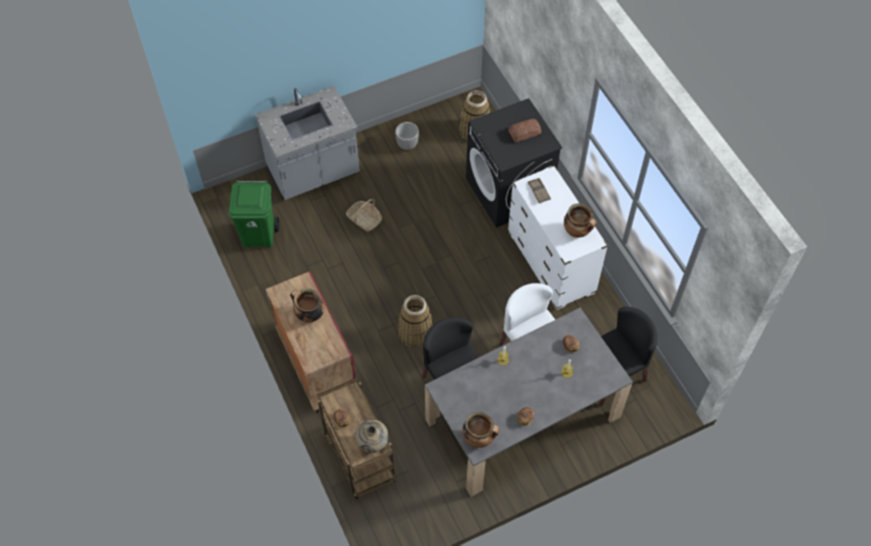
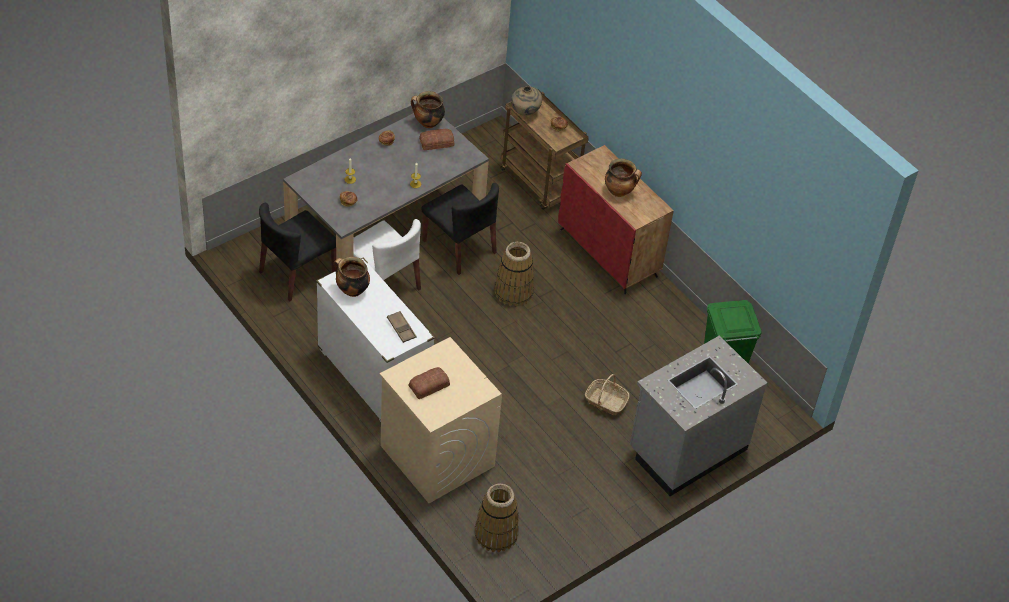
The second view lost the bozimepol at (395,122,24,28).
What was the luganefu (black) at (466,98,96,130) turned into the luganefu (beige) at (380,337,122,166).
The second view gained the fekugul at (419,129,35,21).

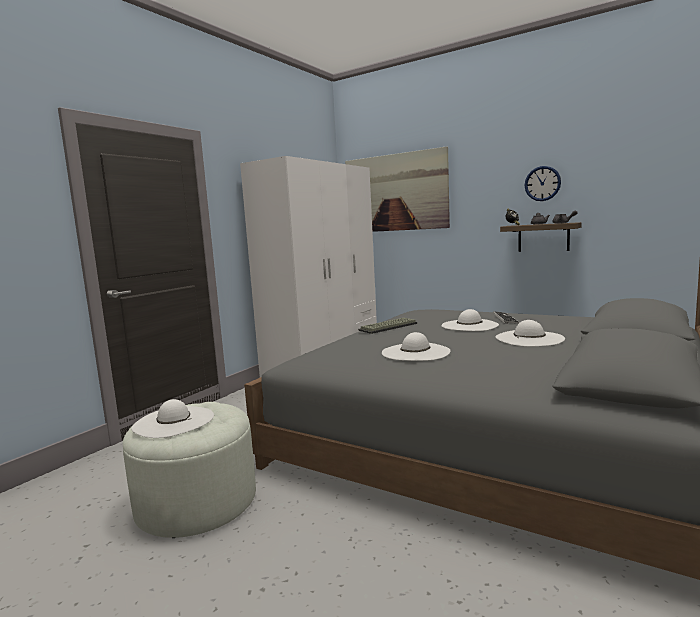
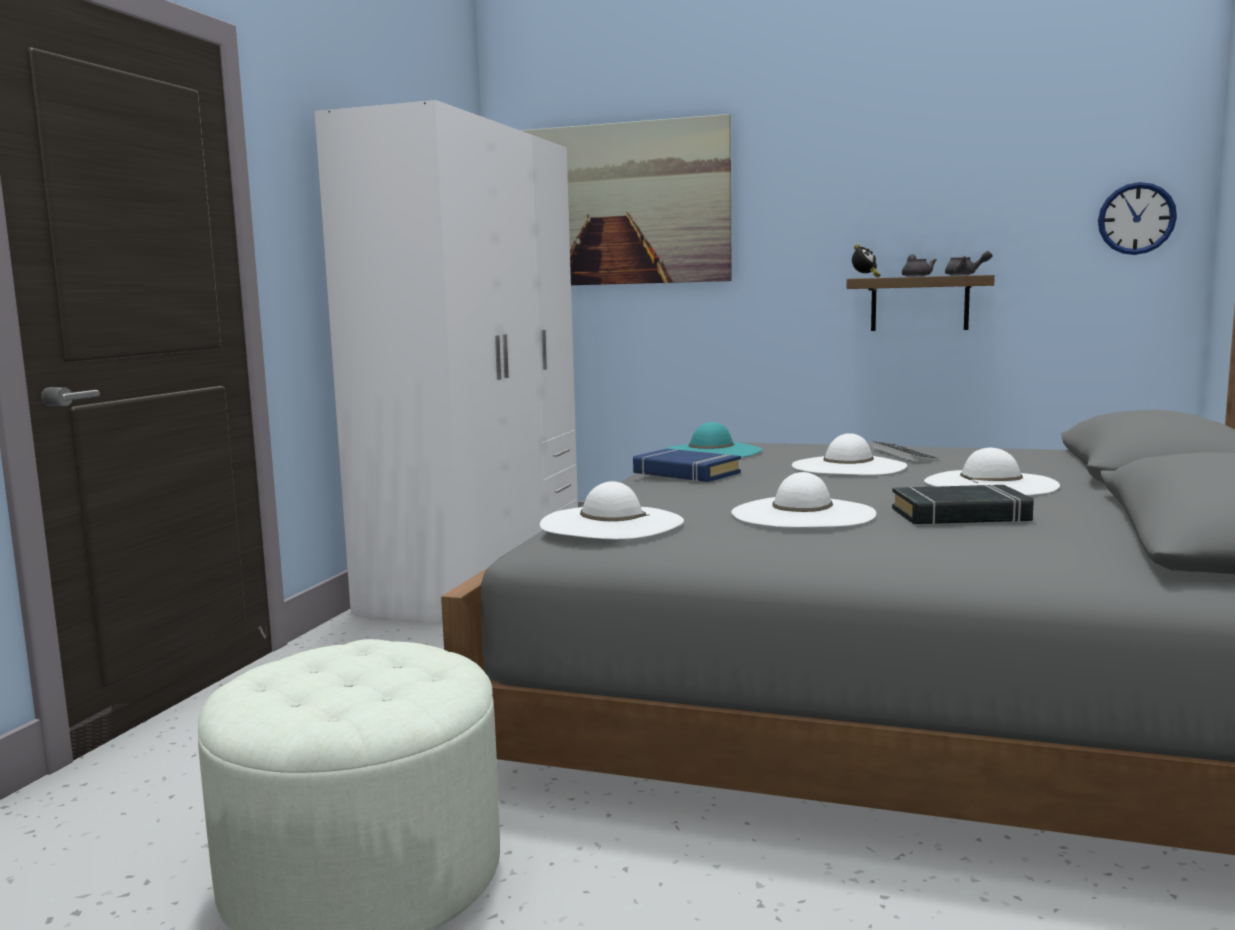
The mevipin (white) ended up elsewhere, having gone from (131,399,83,39) to (540,481,144,58).
Where the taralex stood at (358,318,59,16), the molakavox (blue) came to stand at (633,449,108,33).
The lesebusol ended up elsewhere, having gone from (524,166,37,35) to (1098,182,79,73).
The second view gained the mevipin (turquoise) at (664,422,99,35).
The second view gained the molakavox (black) at (892,485,142,40).

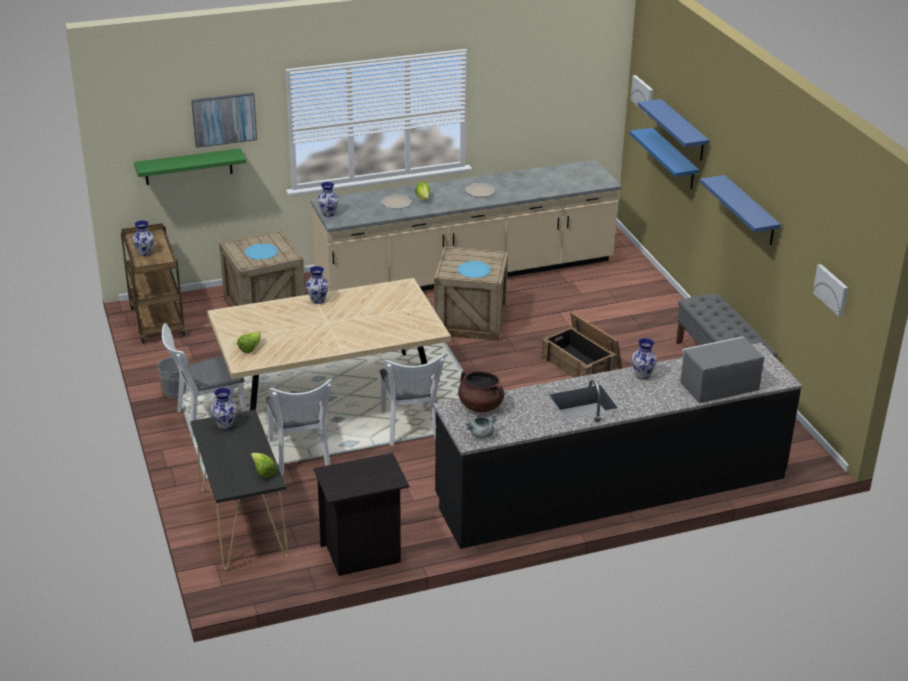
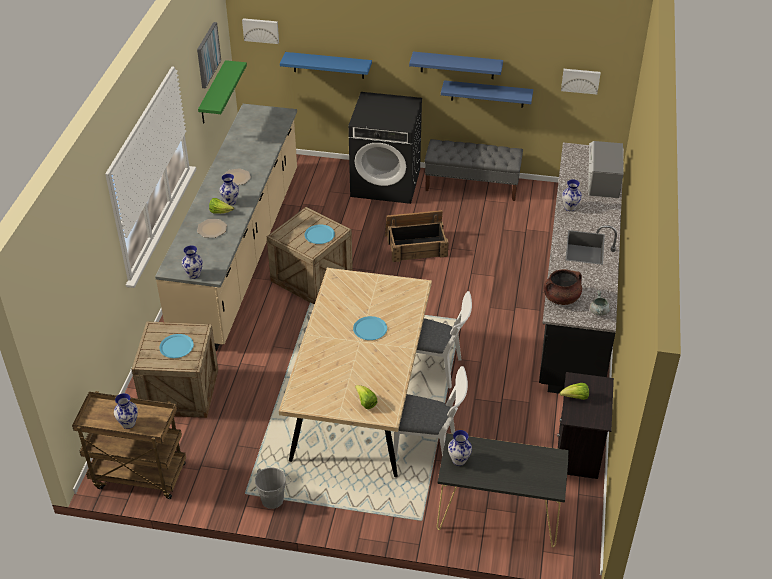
The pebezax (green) ended up elsewhere, having gone from (134,149,112,36) to (198,60,49,64).
The second view lost the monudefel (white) at (162,323,85,113).
The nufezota ended up elsewhere, having gone from (191,92,66,56) to (197,22,24,66).
The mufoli ended up elsewhere, having gone from (251,453,25,25) to (560,383,29,17).
The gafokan ended up elsewhere, having gone from (306,266,23,38) to (219,174,20,31).
The pebezax (blue) ended up elsewhere, having gone from (638,99,71,62) to (441,80,92,28).
The second view gained the luganefu (black) at (348,92,74,112).
The second view gained the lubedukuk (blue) at (353,316,34,24).

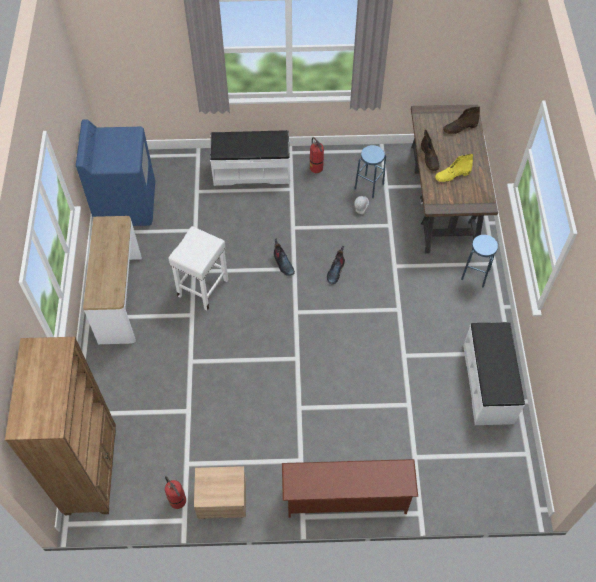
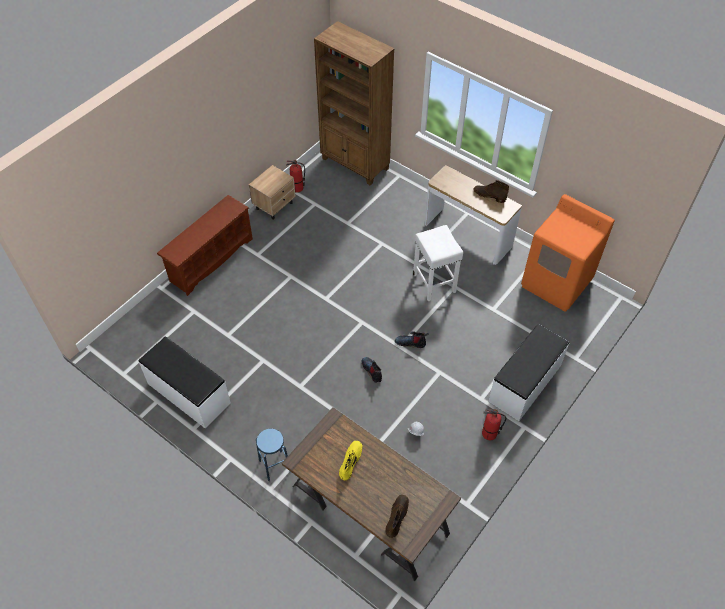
What was the luganefu (blue) at (76,119,79,107) turned into the luganefu (orange) at (521,194,94,118).
The second view lost the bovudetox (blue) at (355,145,31,53).
The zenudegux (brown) ended up elsewhere, having gone from (421,130,18,41) to (473,180,36,23).

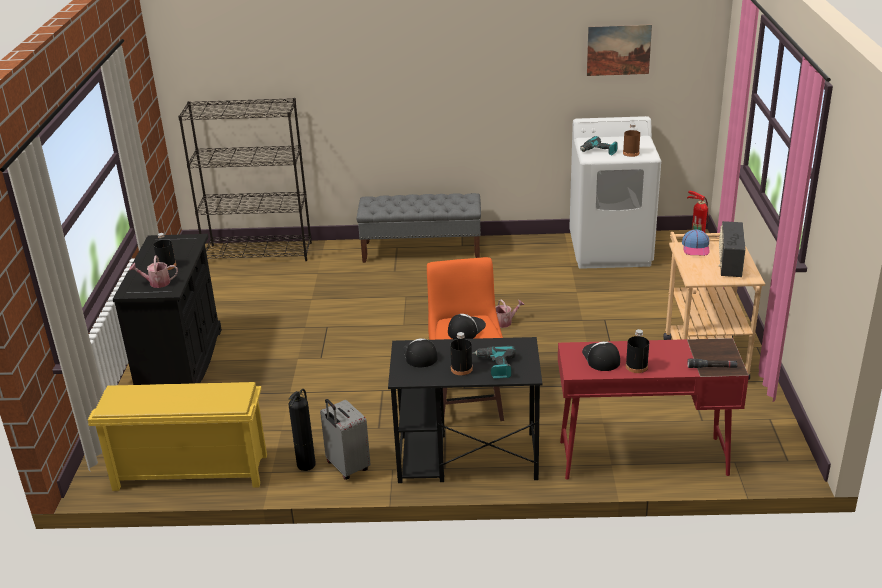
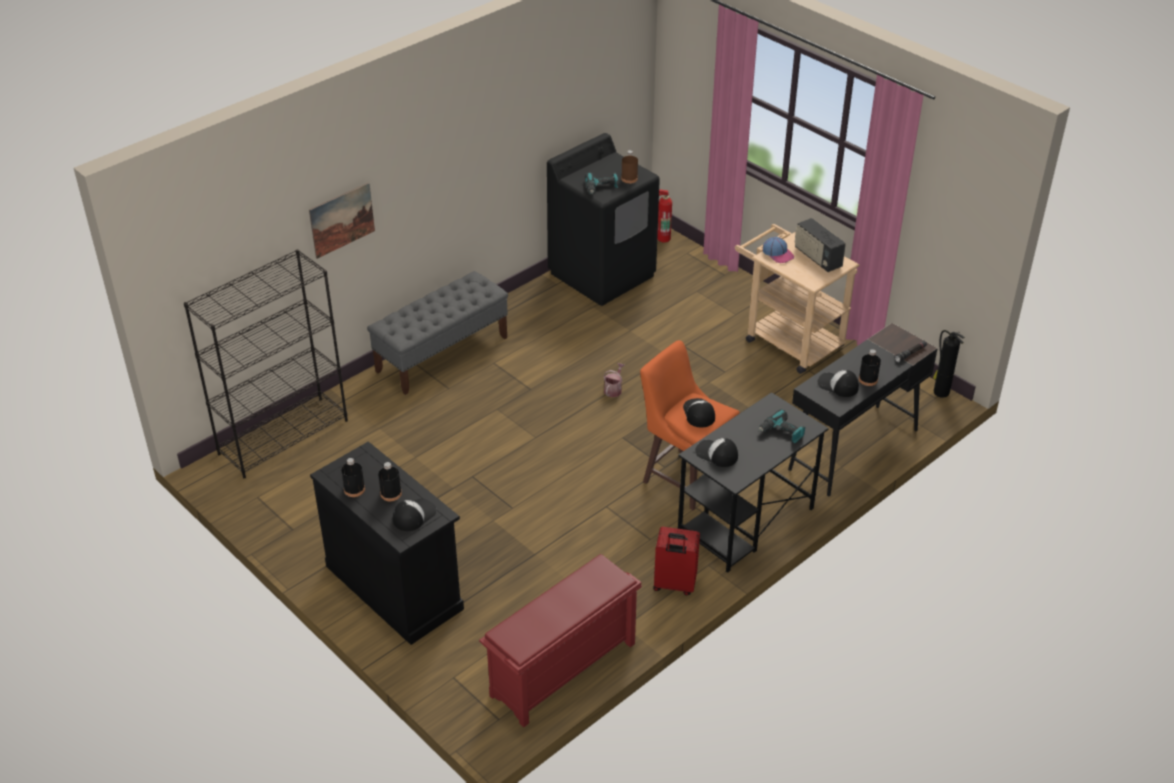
What was the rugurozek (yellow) at (88,382,179,109) turned into the rugurozek (red) at (479,554,163,173).
Where the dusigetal stood at (129,256,49,32), the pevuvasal came to stand at (393,499,43,32).
The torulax ended up elsewhere, having gone from (289,389,27,82) to (933,330,32,68).
What was the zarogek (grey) at (320,399,51,81) turned into the zarogek (red) at (653,527,47,68).
The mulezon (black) ended up elsewhere, having gone from (450,332,23,43) to (341,458,24,39).
What was the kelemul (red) at (558,338,191,142) turned into the kelemul (black) at (788,323,150,173).
What was the luganefu (white) at (569,116,92,153) turned into the luganefu (black) at (547,133,113,173).
The nufezota ended up elsewhere, having gone from (587,24,65,52) to (309,182,66,77).

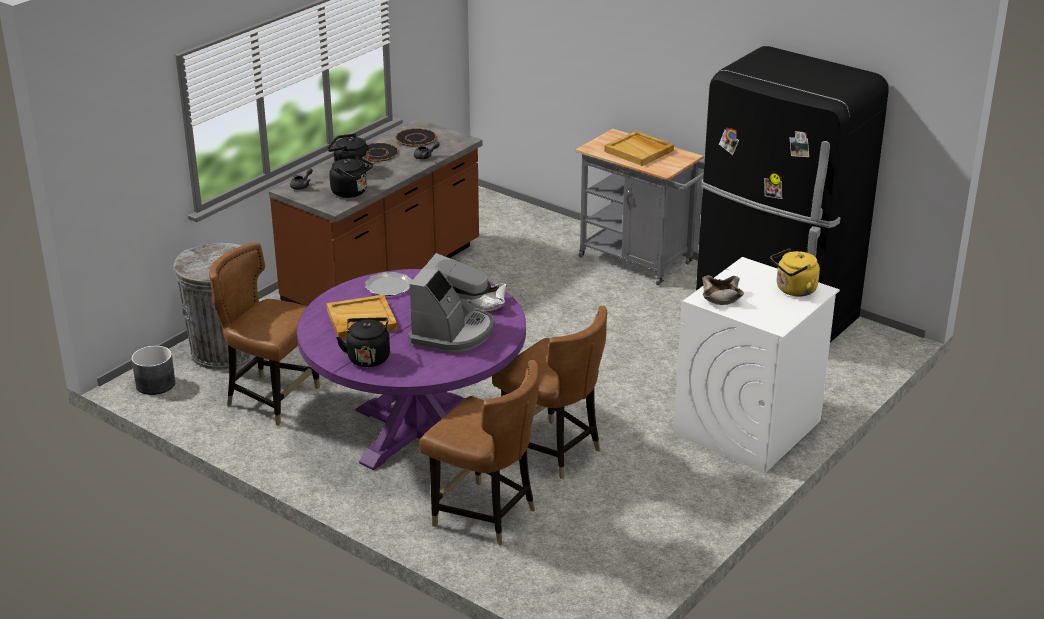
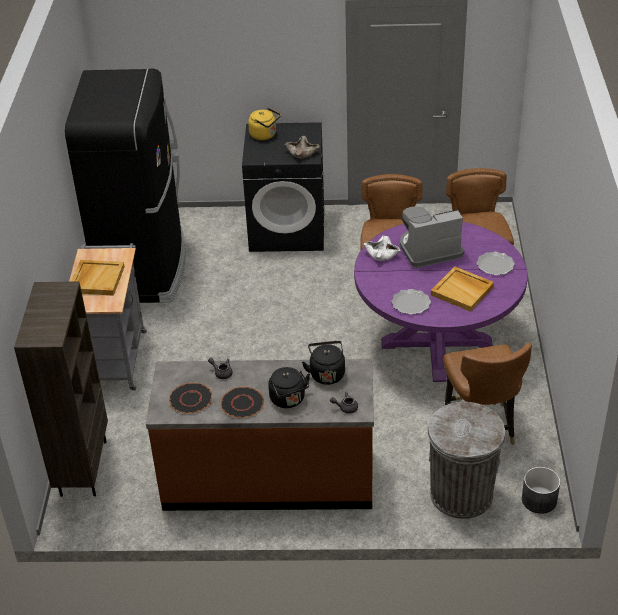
Where the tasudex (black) stood at (336,317,54,50), the lubedukuk came to stand at (476,252,39,23).
What was the luganefu (white) at (674,257,166,216) turned into the luganefu (black) at (242,122,82,130).
The second view gained the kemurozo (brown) at (14,281,94,216).

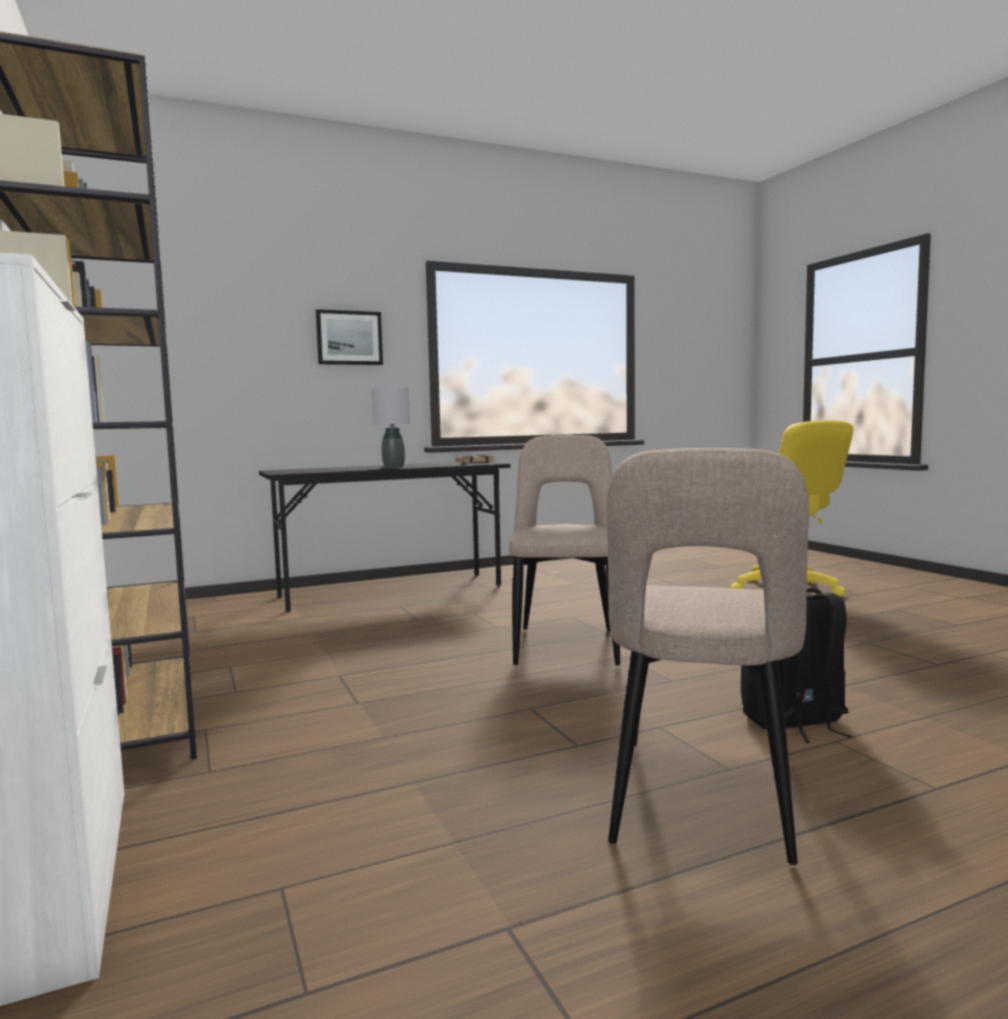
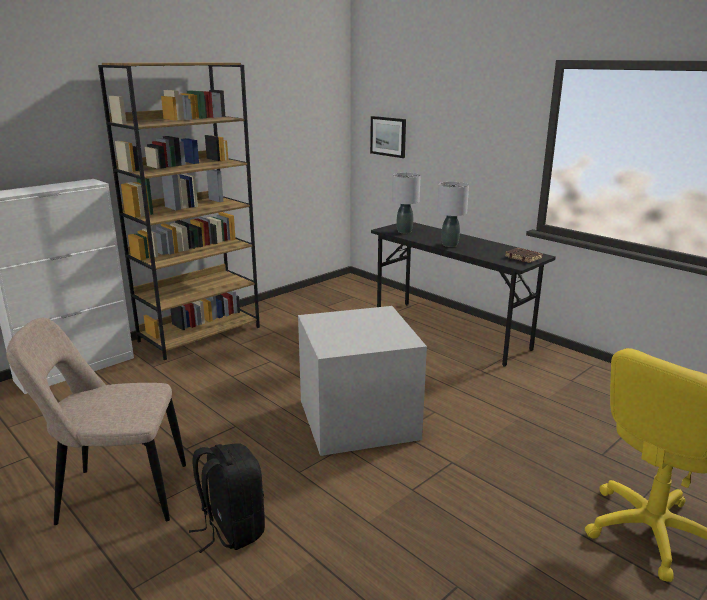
The nufezota ended up elsewhere, having gone from (316,309,67,56) to (370,116,36,42).
Where the monudefel (beige) stood at (509,435,111,230), the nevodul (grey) came to stand at (298,306,129,150).
The second view gained the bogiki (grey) at (392,173,29,60).

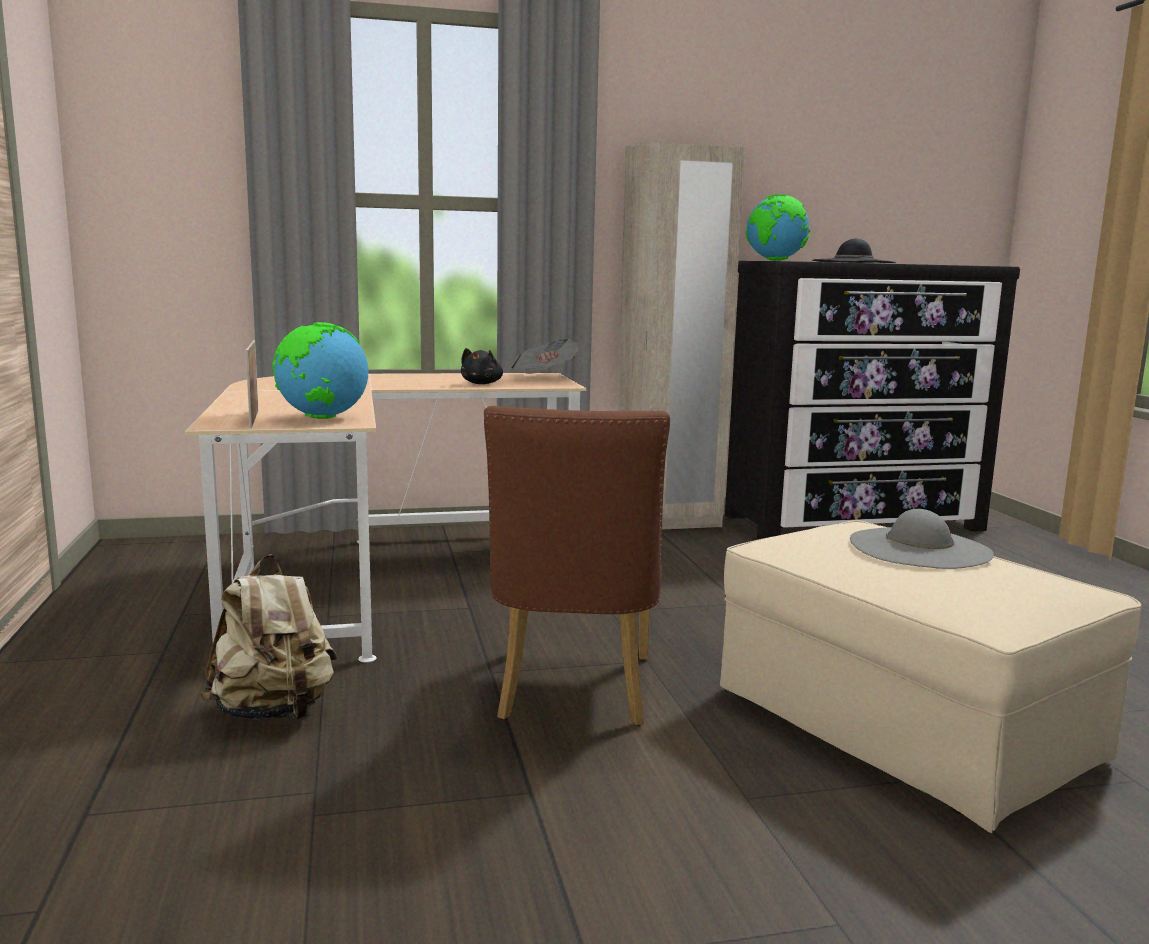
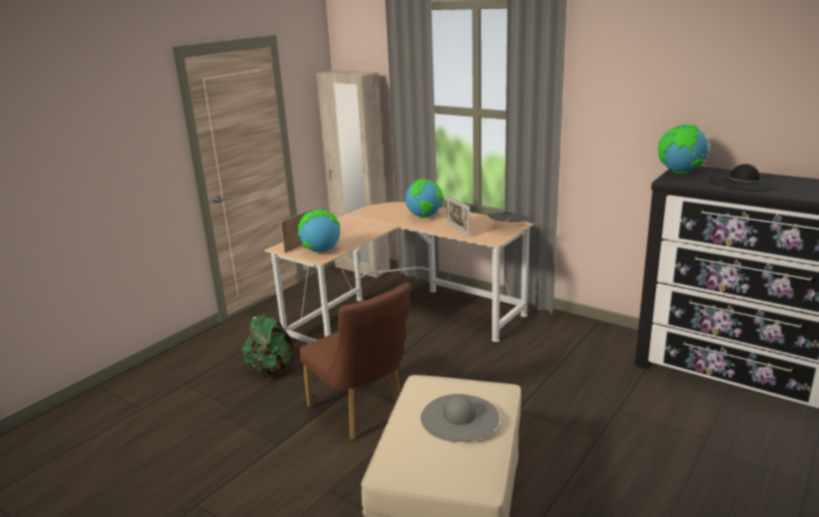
What was the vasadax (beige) at (200,554,137,166) turned into the vasadax (green) at (242,310,52,67).
Where the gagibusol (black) stood at (461,348,42,36), the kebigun came to stand at (447,195,23,42).
The monudefel (brown) at (484,406,186,320) ended up facing another way, 90 degrees counterclockwise from before.
The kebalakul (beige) ended up elsewhere, having gone from (617,142,128,387) to (316,70,74,208).
The second view gained the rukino at (405,179,38,39).

